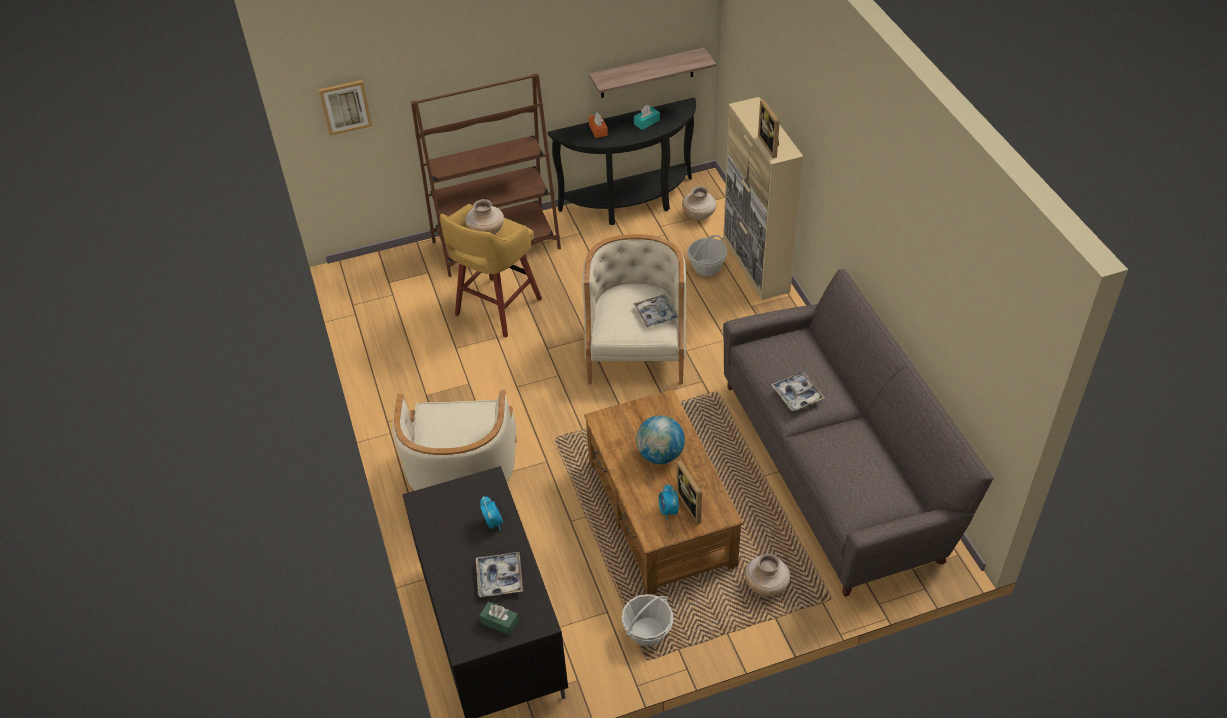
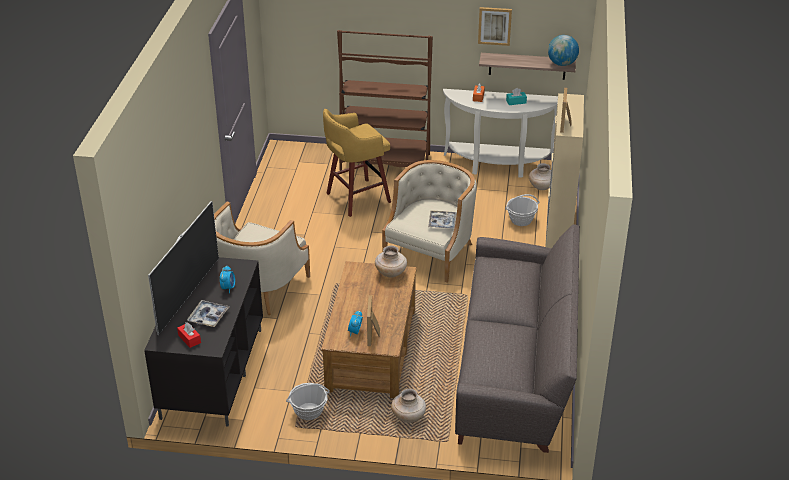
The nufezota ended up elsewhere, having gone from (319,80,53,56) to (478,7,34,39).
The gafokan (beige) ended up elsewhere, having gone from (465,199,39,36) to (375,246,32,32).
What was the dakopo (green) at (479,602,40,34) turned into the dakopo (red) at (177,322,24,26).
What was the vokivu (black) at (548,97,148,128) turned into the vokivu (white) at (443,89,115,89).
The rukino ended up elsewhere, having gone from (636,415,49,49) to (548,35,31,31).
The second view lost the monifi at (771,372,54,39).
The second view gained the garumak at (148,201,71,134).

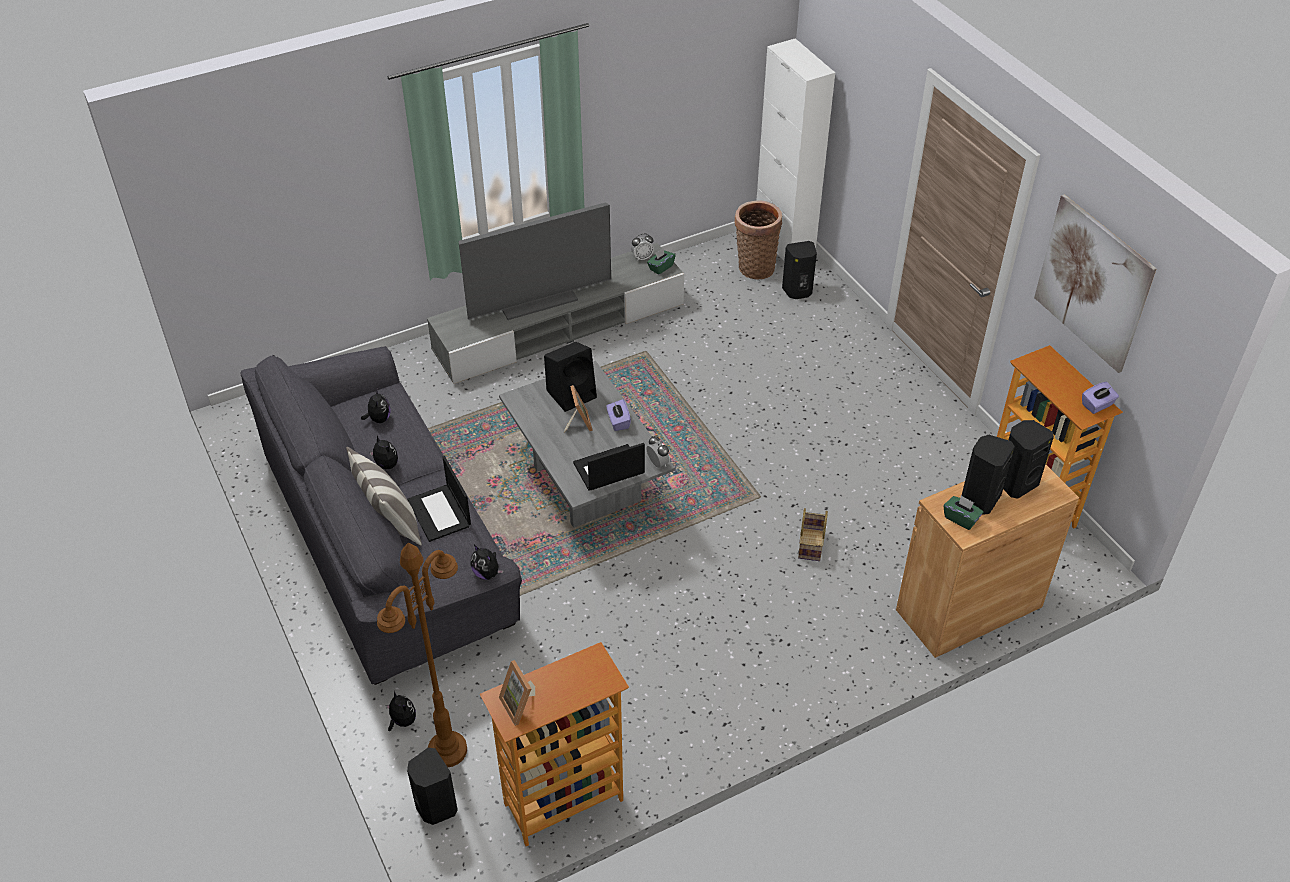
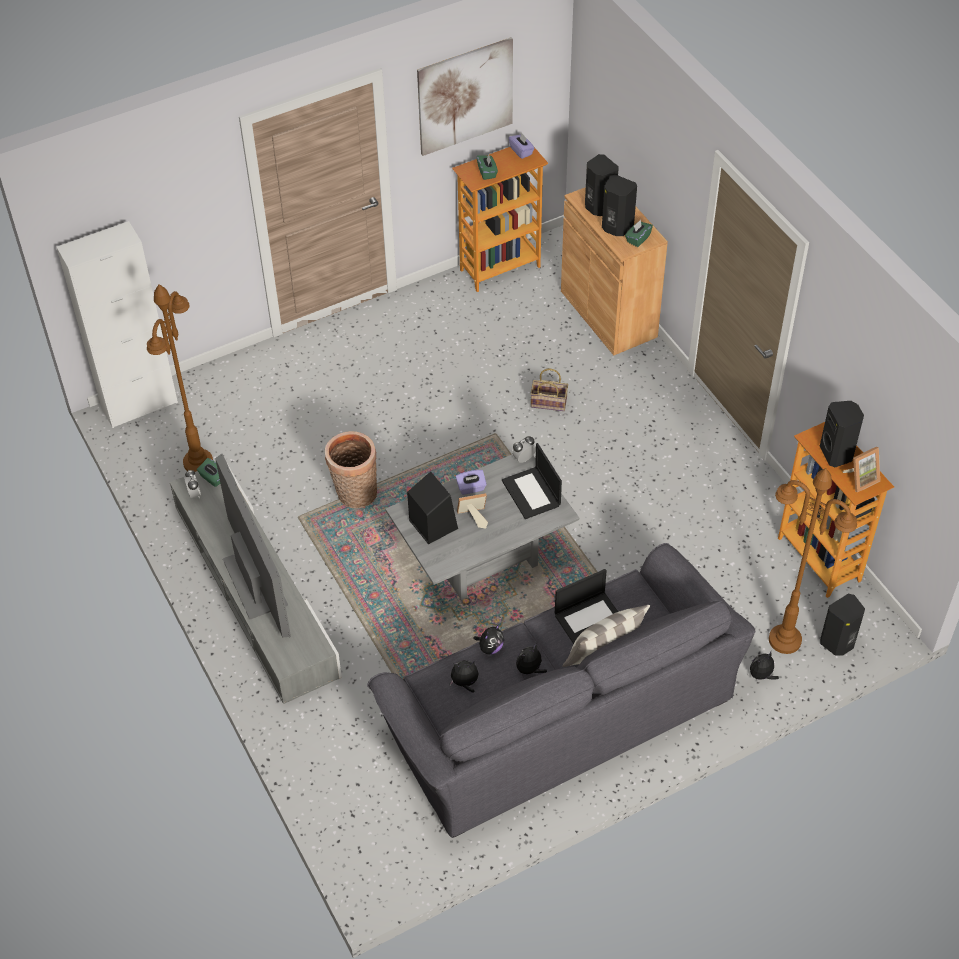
The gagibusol ended up elsewhere, having gone from (470,545,34,35) to (473,624,31,31).
The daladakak ended up elsewhere, having gone from (735,200,47,80) to (325,431,52,77).
The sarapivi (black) ended up elsewhere, having gone from (782,241,35,58) to (820,401,44,66).
The second view gained the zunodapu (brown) at (147,284,66,188).
The second view gained the dakopo (green) at (477,154,21,26).

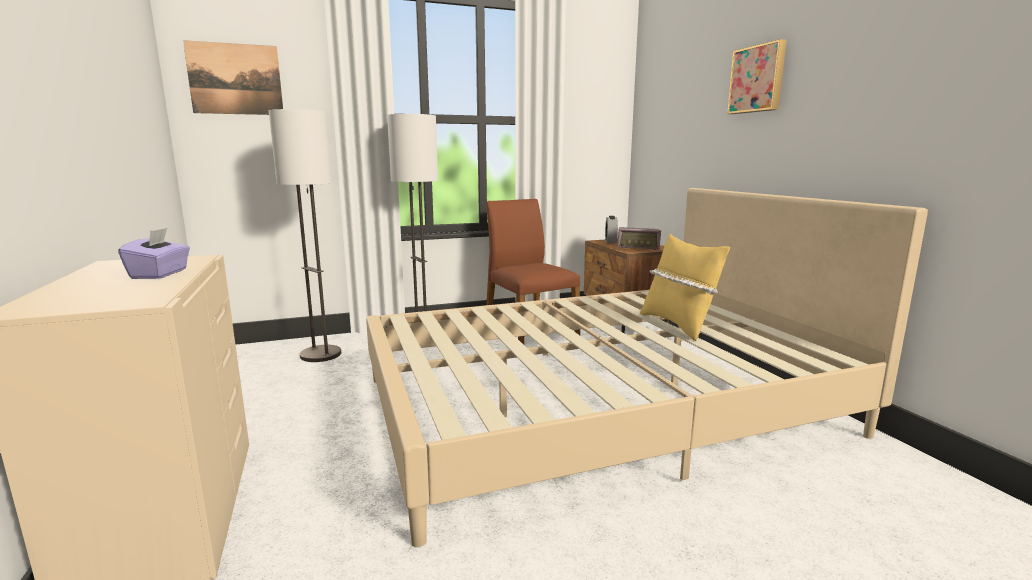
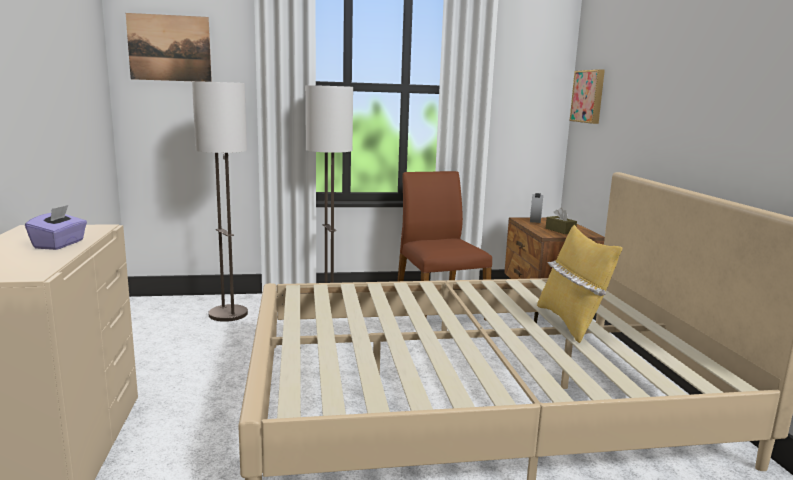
Where the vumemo stood at (617,227,44,23), the dakopo (brown) came to stand at (546,208,31,26).
The nufezota ended up elsewhere, having gone from (727,39,60,75) to (570,69,35,55).

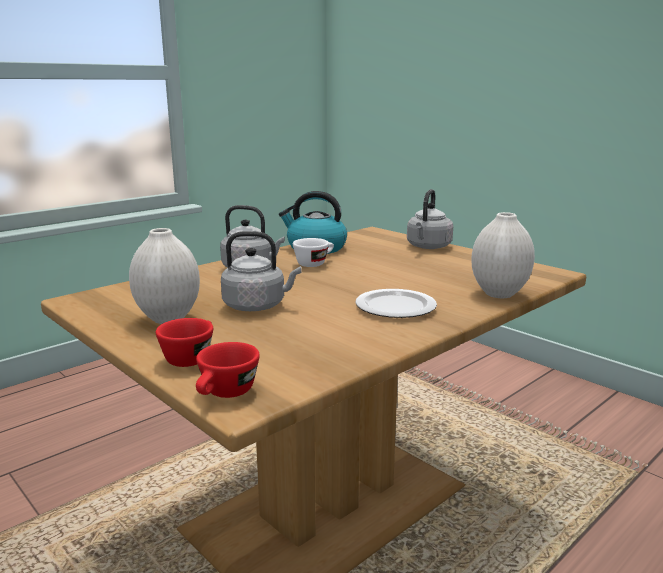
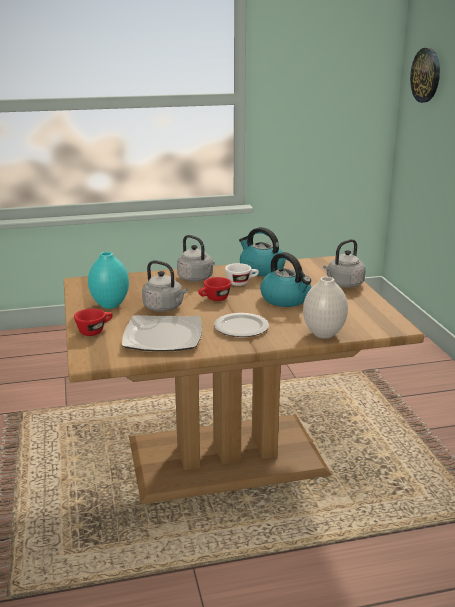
What was the gafokan (white) at (129,228,71,96) turned into the gafokan (turquoise) at (88,252,41,57).
The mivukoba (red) ended up elsewhere, having gone from (196,342,64,56) to (198,277,33,24).
The second view gained the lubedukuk at (122,315,80,36).
The second view gained the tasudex at (260,252,51,55).
The second view gained the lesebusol at (410,48,30,55).

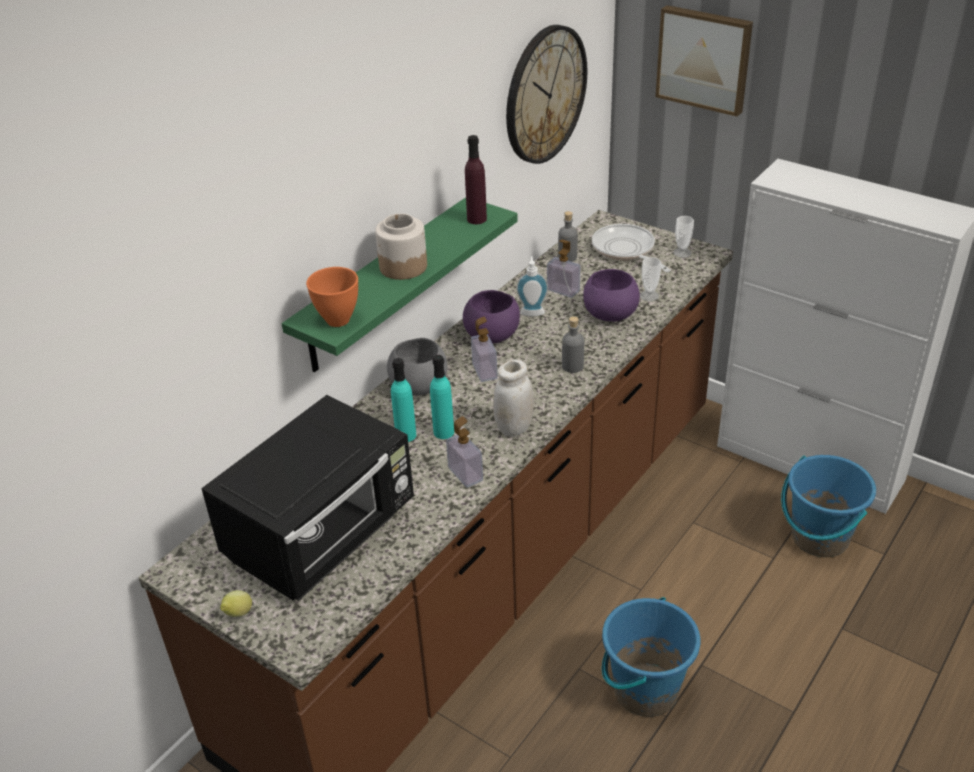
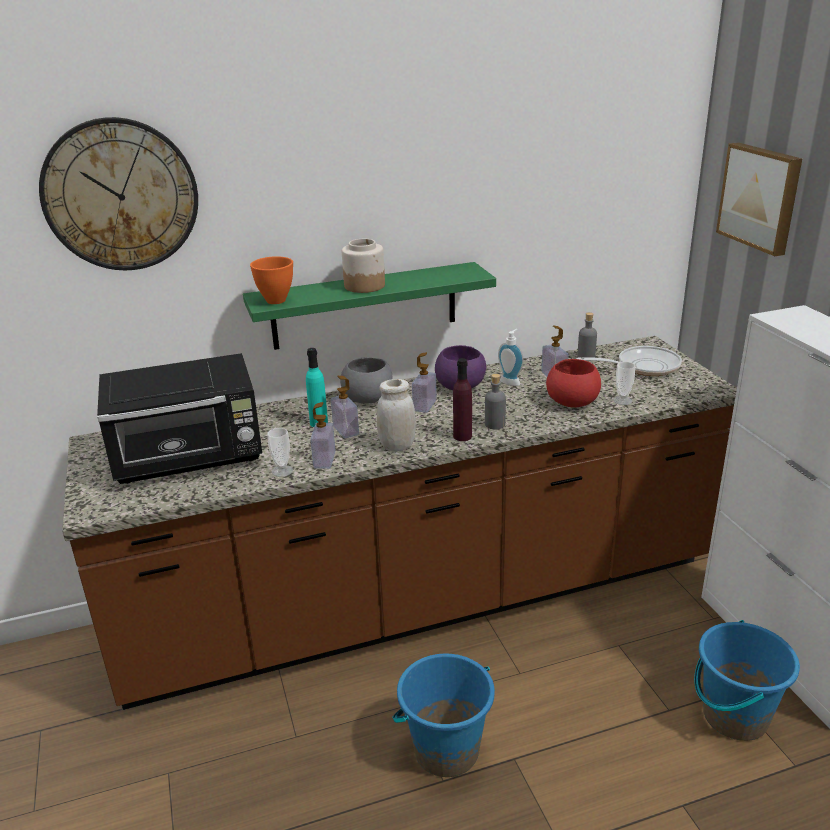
The second view lost the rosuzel at (220,590,32,27).
Where the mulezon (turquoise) stood at (430,355,24,84), the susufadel came to stand at (331,376,28,62).
The mulezon (purple) ended up elsewhere, having gone from (465,135,22,89) to (453,358,19,83).
The lesebusol ended up elsewhere, having gone from (506,25,81,139) to (39,117,159,153).
What was the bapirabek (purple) at (584,269,56,53) turned into the bapirabek (red) at (546,359,55,49).
The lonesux at (592,224,79,48) ended up facing another way, 75 degrees clockwise from before.
The mivukoba ended up elsewhere, having gone from (673,216,21,42) to (267,428,26,49).

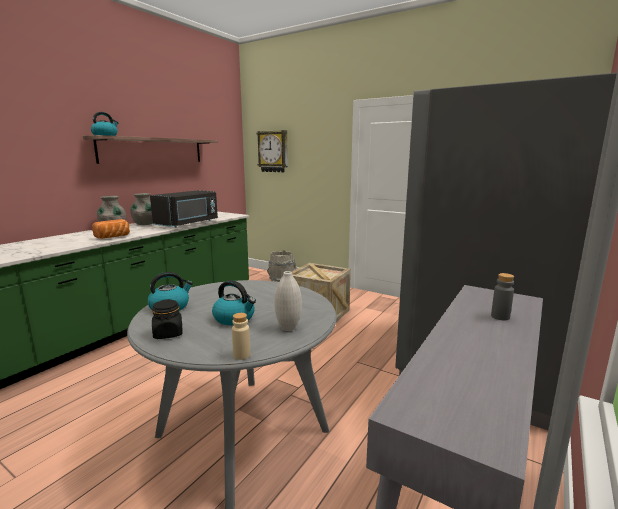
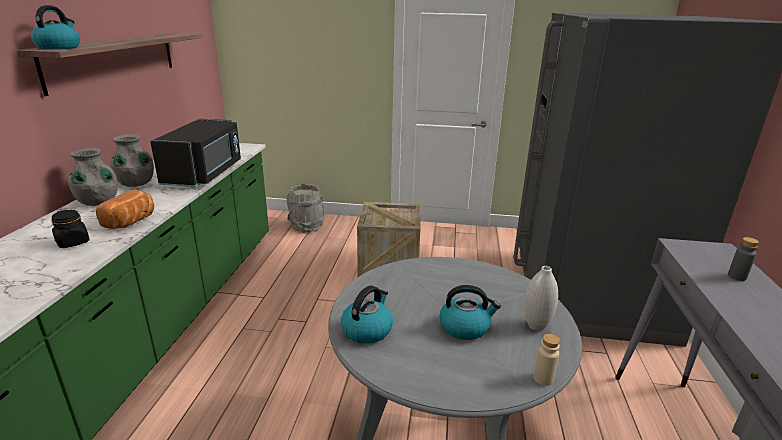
The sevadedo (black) ended up elsewhere, having gone from (152,299,31,40) to (51,210,39,38).
The second view lost the lesebusol at (256,130,32,42).

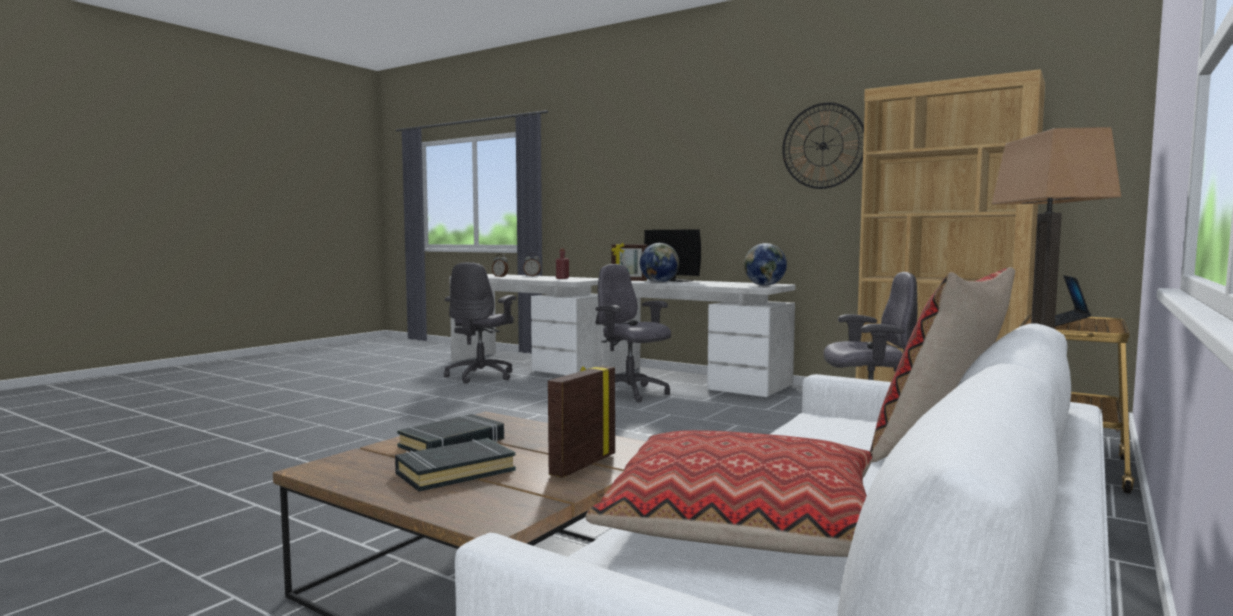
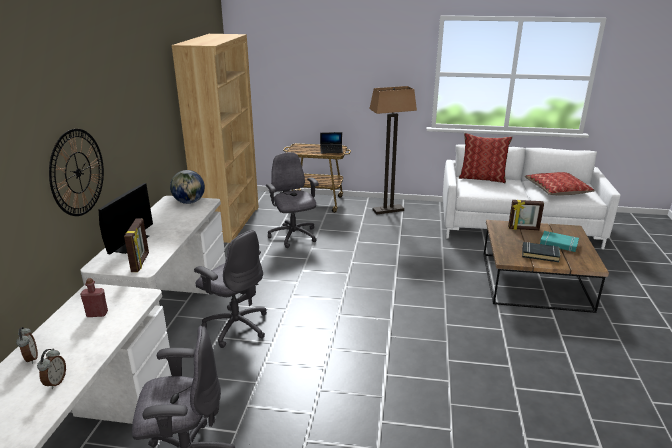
What was the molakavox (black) at (395,438,121,54) turned into the molakavox (turquoise) at (540,231,39,21).
The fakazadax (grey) at (595,264,76,138) ended up facing another way, 75 degrees counterclockwise from before.
The second view lost the rukino at (640,243,39,40).
The lesebusol ended up elsewhere, having gone from (782,102,82,87) to (49,129,55,87).

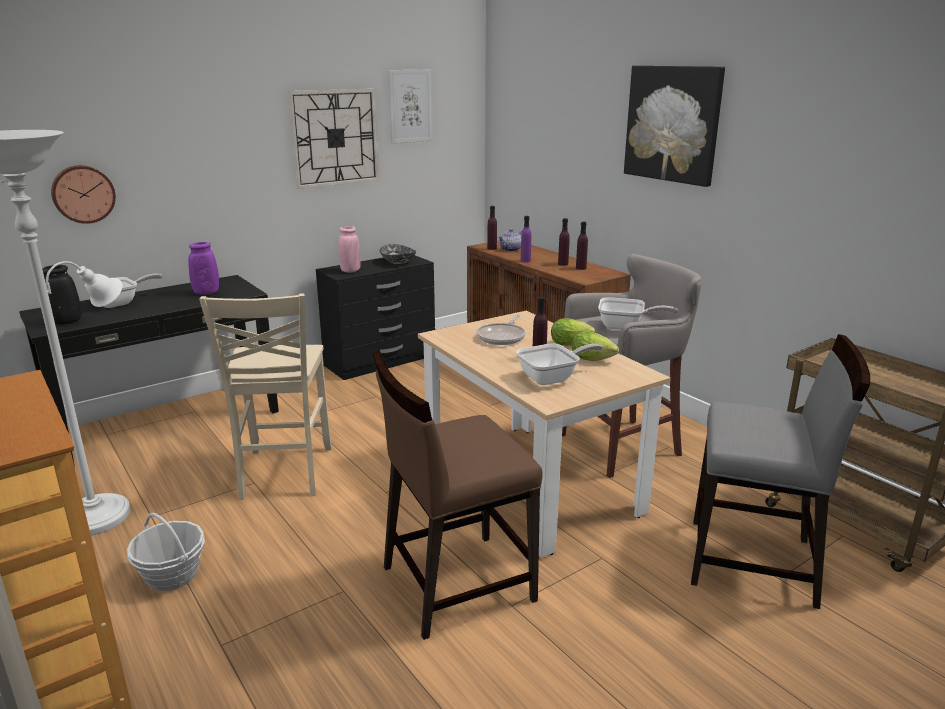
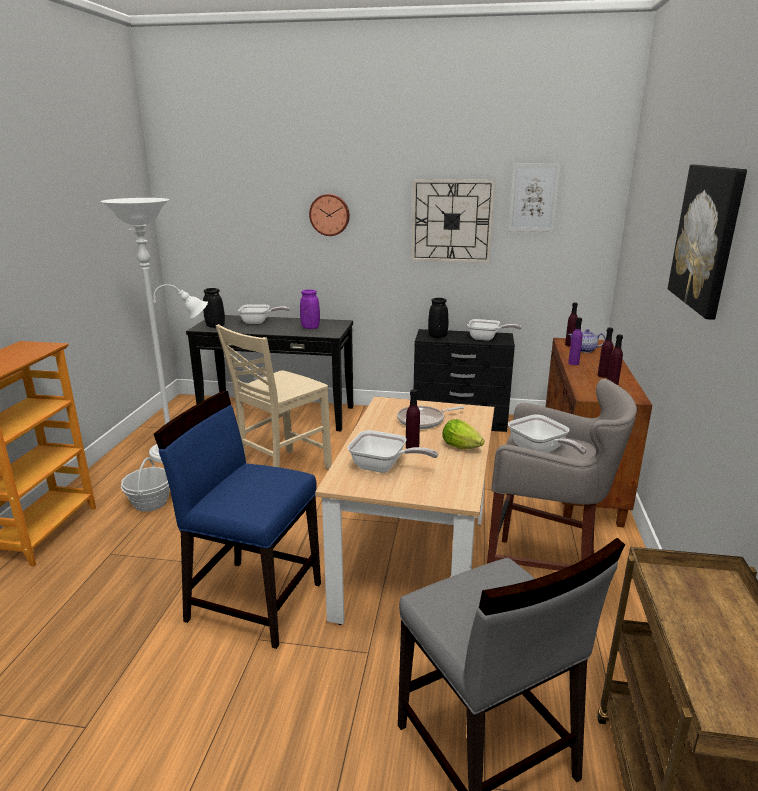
The lesebusol ended up elsewhere, having gone from (51,165,65,59) to (309,194,41,42).
What was the gafokan (pink) at (338,226,23,47) turned into the gafokan (black) at (428,298,20,40).
What was the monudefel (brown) at (373,351,170,289) turned into the monudefel (blue) at (154,391,167,258).
Where the bapirabek stood at (380,244,36,20), the lonesux came to stand at (468,319,54,22).
The second view lost the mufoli at (572,331,47,30).

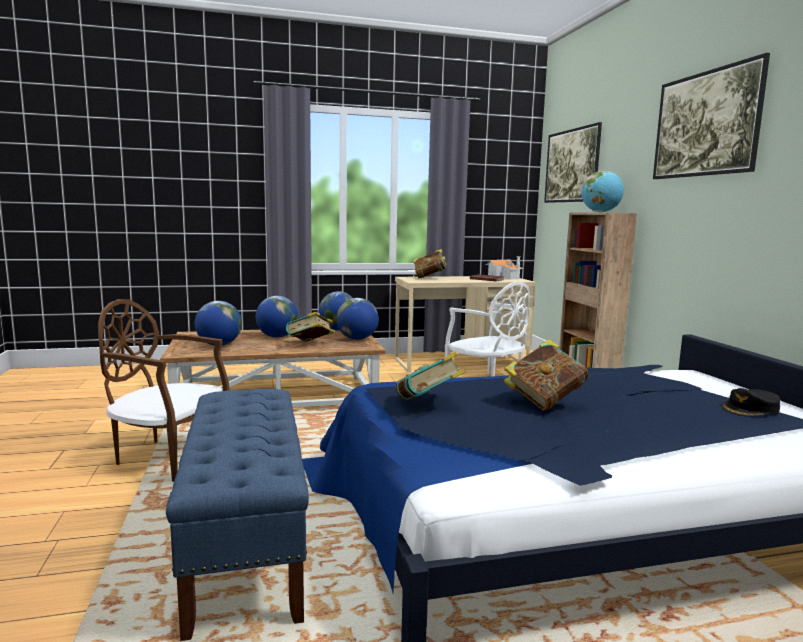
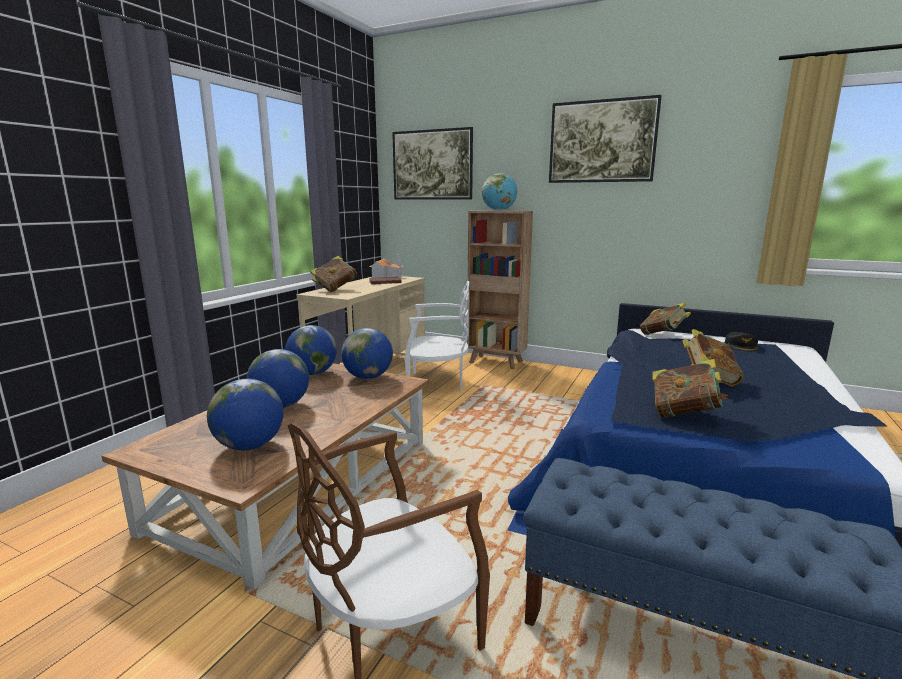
The molakavox ended up elsewhere, having gone from (286,312,49,30) to (640,303,51,32).

